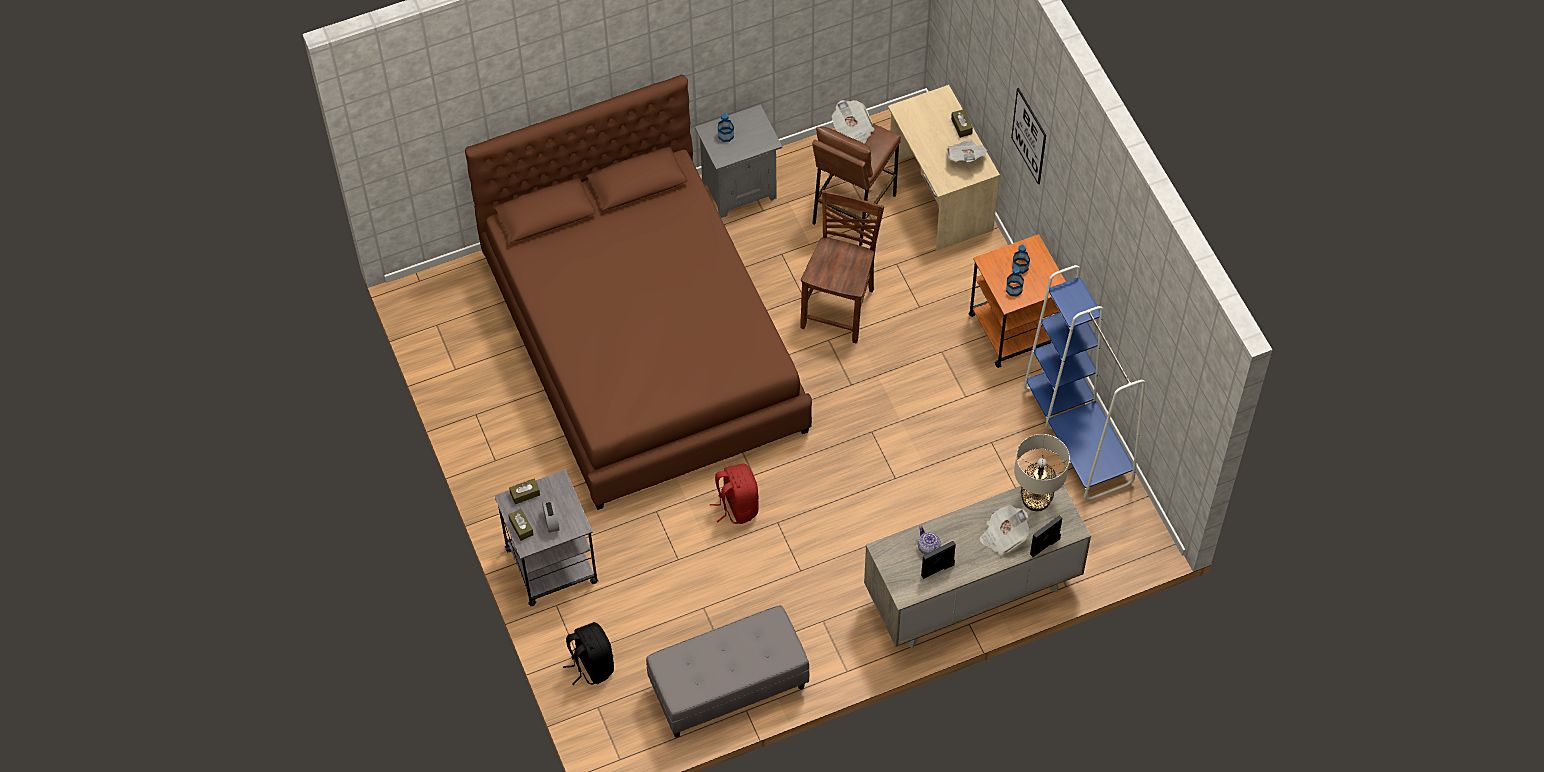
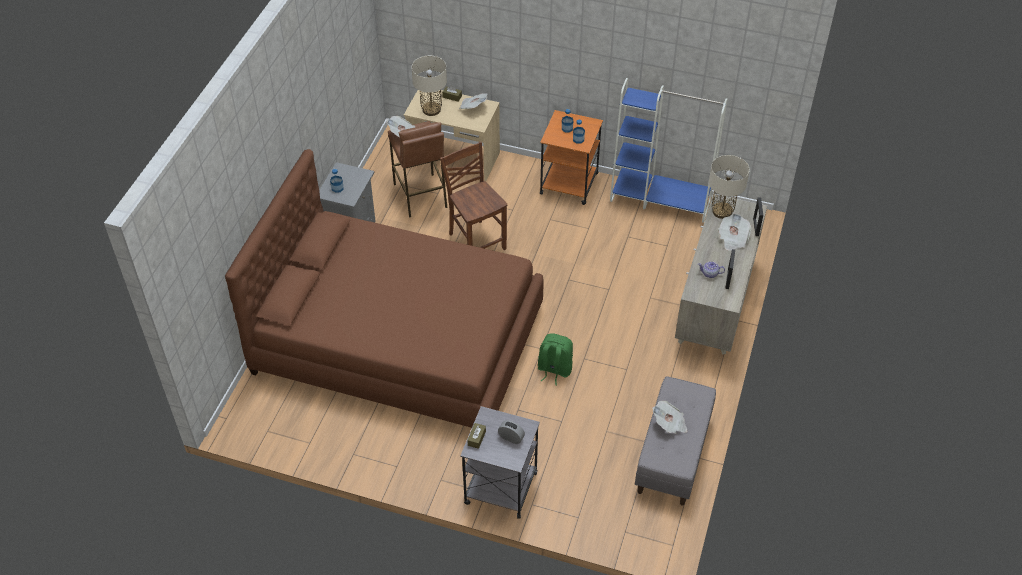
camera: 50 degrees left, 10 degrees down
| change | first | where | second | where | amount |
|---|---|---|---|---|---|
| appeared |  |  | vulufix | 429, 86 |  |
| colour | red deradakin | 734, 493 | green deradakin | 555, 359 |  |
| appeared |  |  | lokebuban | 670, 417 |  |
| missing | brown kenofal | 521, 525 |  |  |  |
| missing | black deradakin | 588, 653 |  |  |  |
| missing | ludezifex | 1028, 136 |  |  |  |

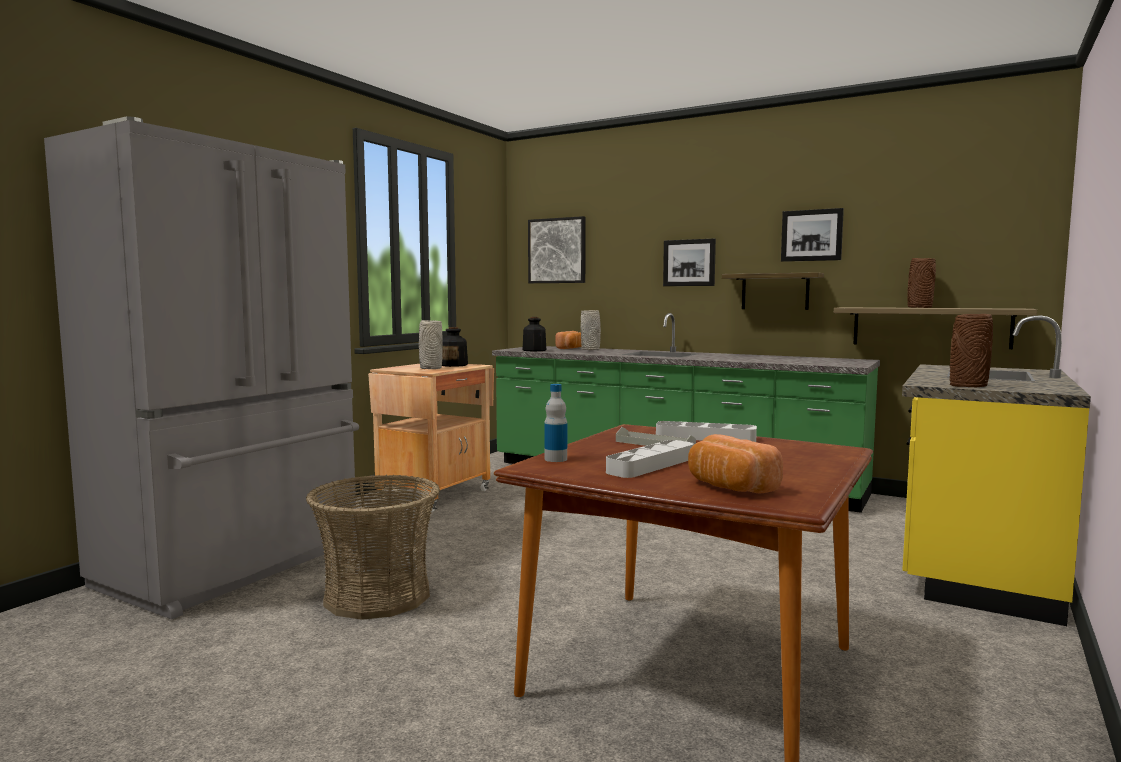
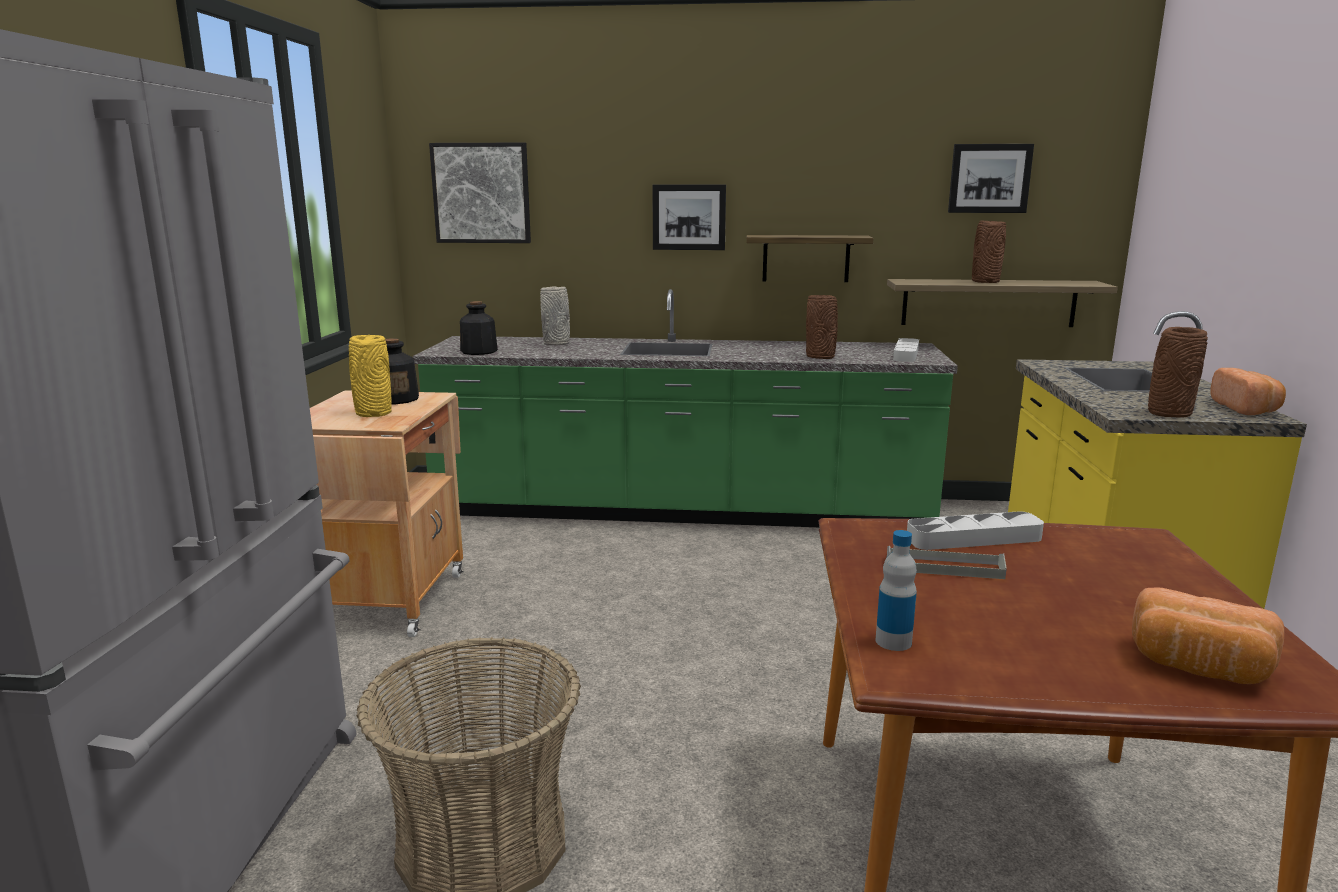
camera: 25 degrees left, 10 degrees up
| change | first | where | second | where | amount |
|---|---|---|---|---|---|
| colour | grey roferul | 431, 344 | yellow roferul | 370, 376 |  |
| appeared |  |  | brown roferul | 822, 327 |  |
| relocated | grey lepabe | 650, 459 |  | 906, 350 |  |
| relocated | ludezifex | 812, 235 |  | 991, 178 |  |
| relocated | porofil | 568, 340 |  | 1248, 391 |  |

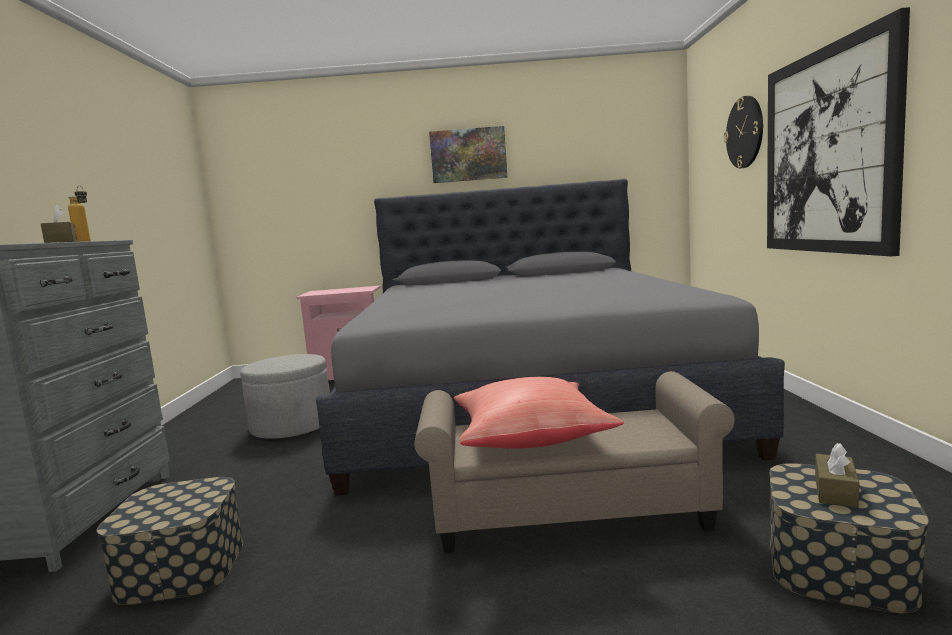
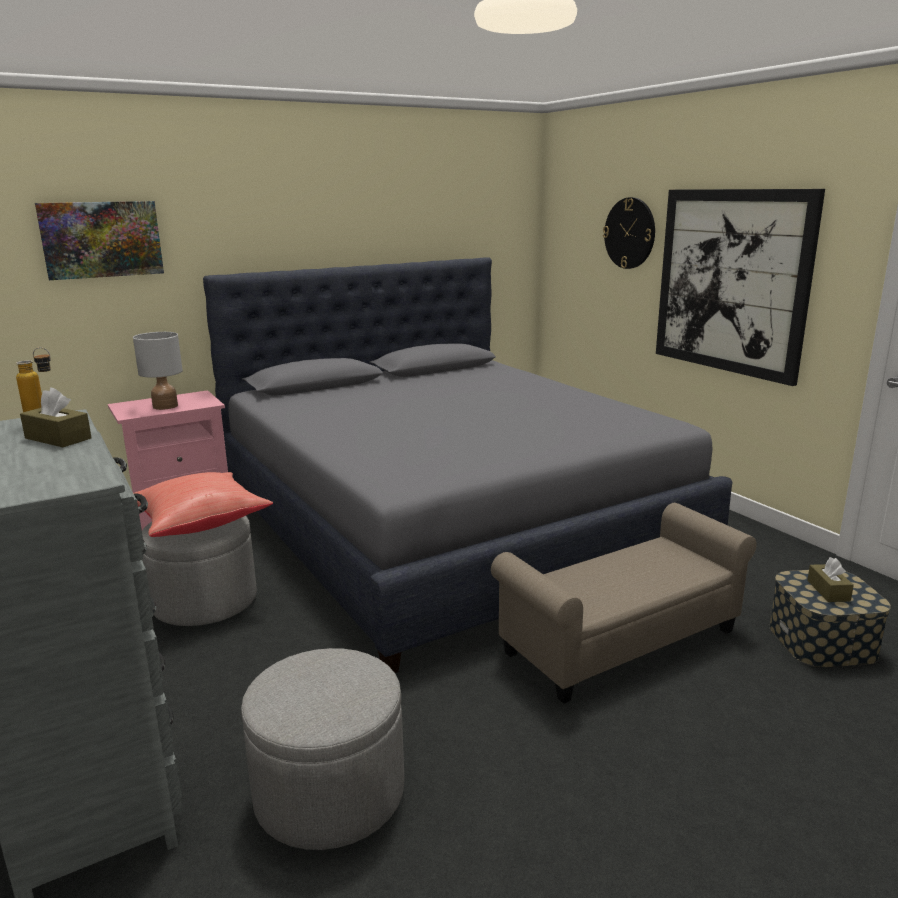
camera: 30 degrees left, 10 degrees up
| change | first | where | second | where | amount |
|---|---|---|---|---|---|
| relocated | ludezifex | 468, 154 |  | 99, 240 |  |
| appeared |  |  | grey vulufix | 158, 371 |  |
| relocated | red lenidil | 539, 413 |  | 204, 504 |  |
| exchanged | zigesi | 170, 541 | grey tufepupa | 322, 749 |  |

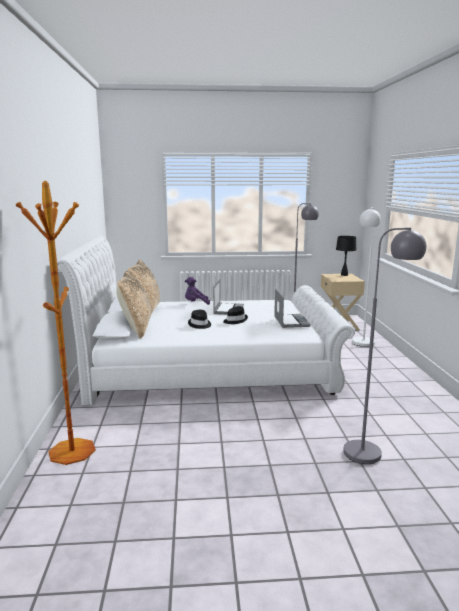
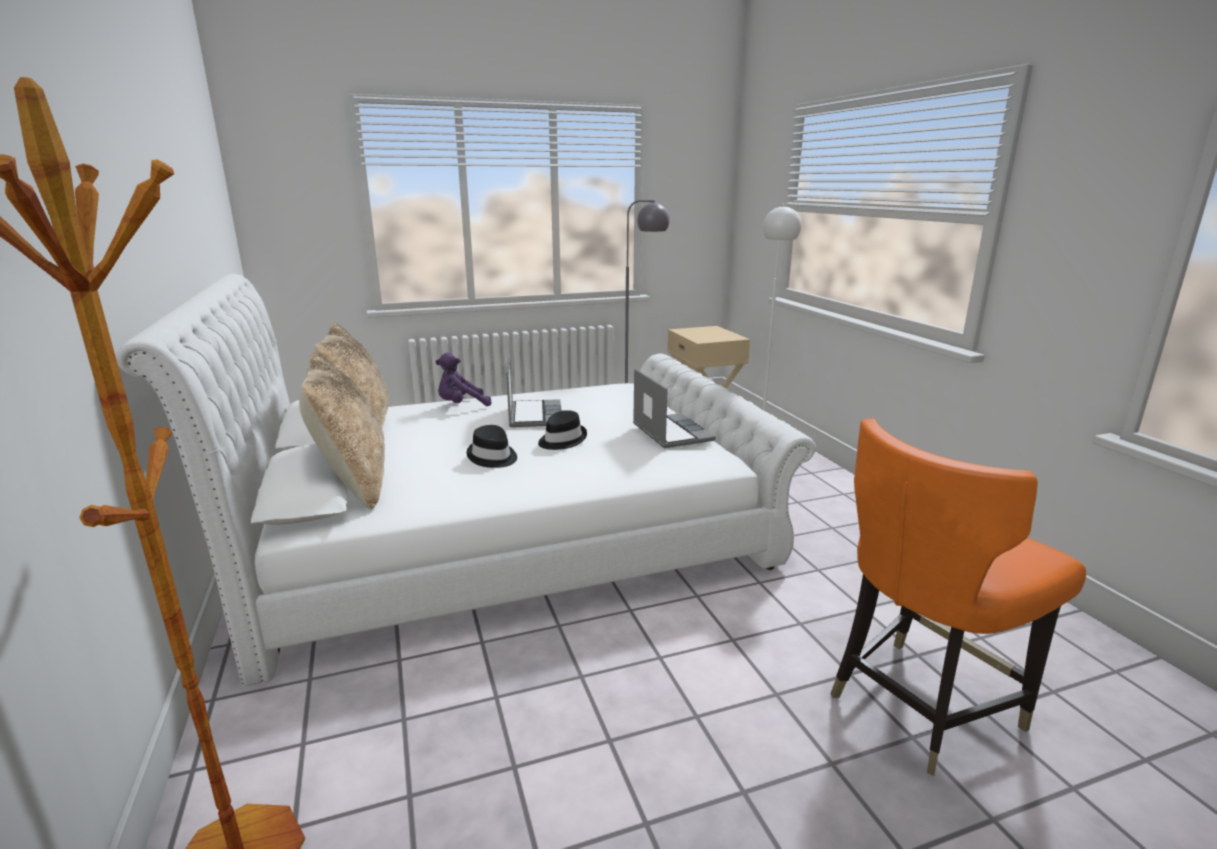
camera: 15 degrees left, 5 degrees up
| change | first | where | second | where | amount |
|---|---|---|---|---|---|
| exchanged | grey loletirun | 384, 345 | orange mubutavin | 958, 597 |  |
| missing | black vulufix | 346, 256 |  |  |  |

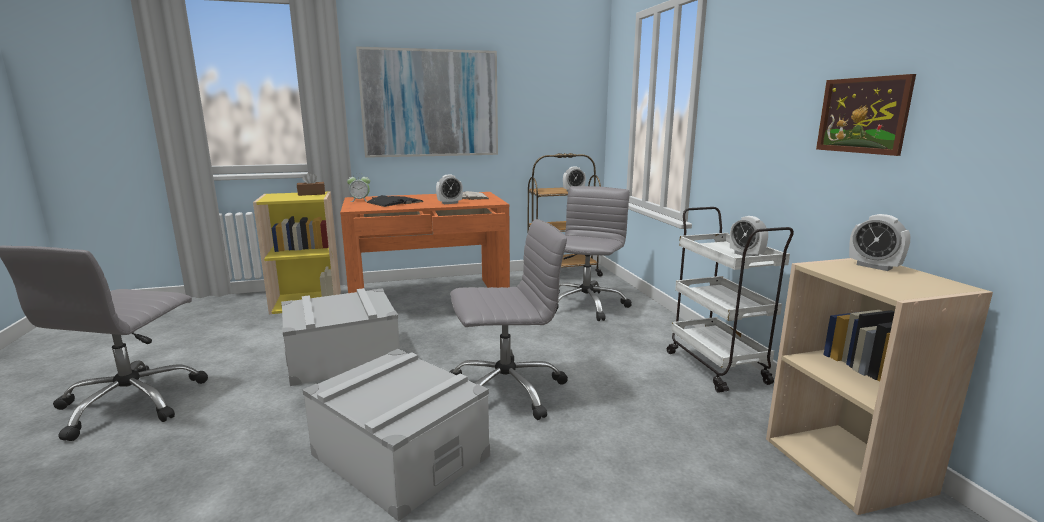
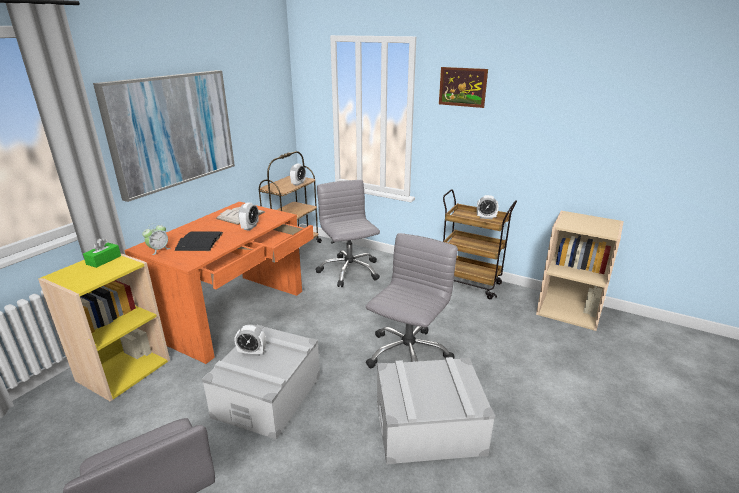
camera: 45 degrees left, 10 degrees up
| change | first | where | second | where | amount |
|---|---|---|---|---|---|
| colour | brown kenofal | 311, 184 | green kenofal | 102, 253 |  |
| relocated | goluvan | 879, 242 |  | 250, 340 |  |
| relocated | ludezifex | 866, 115 |  | 463, 87 |  |
| colour | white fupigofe | 730, 300 | brown fupigofe | 480, 244 |  |

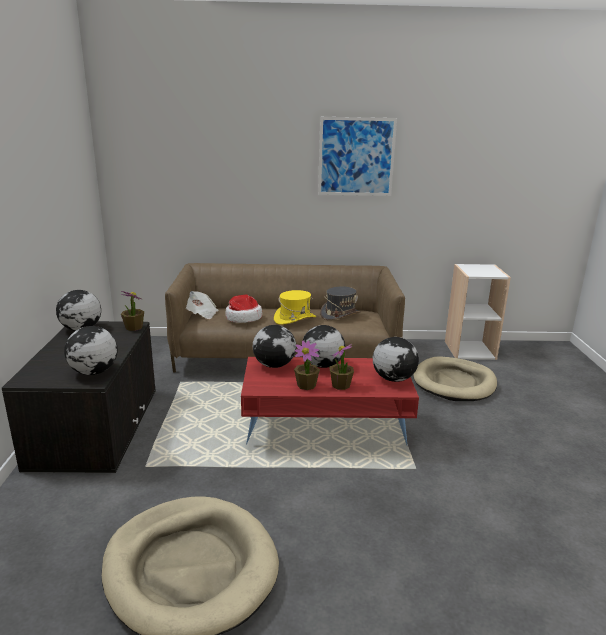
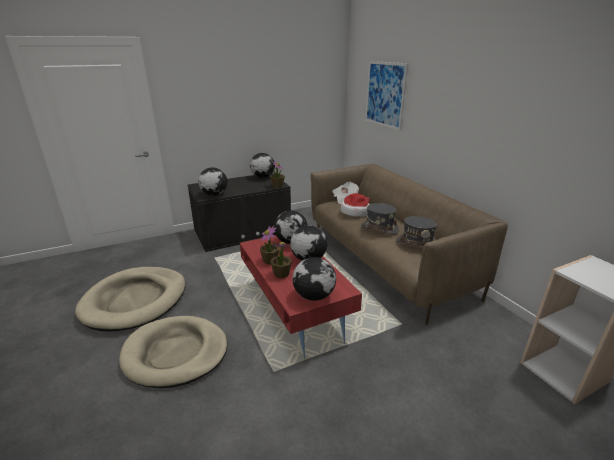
camera: 65 degrees right, 5 degrees up
| change | first | where | second | where | amount |
|---|---|---|---|---|---|
| relocated | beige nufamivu | 455, 379 |  | 173, 352 |  |
| colour | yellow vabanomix | 295, 307 | grey vabanomix | 379, 219 |  |
| relocated | ludezifex | 357, 156 |  | 386, 95 |  |

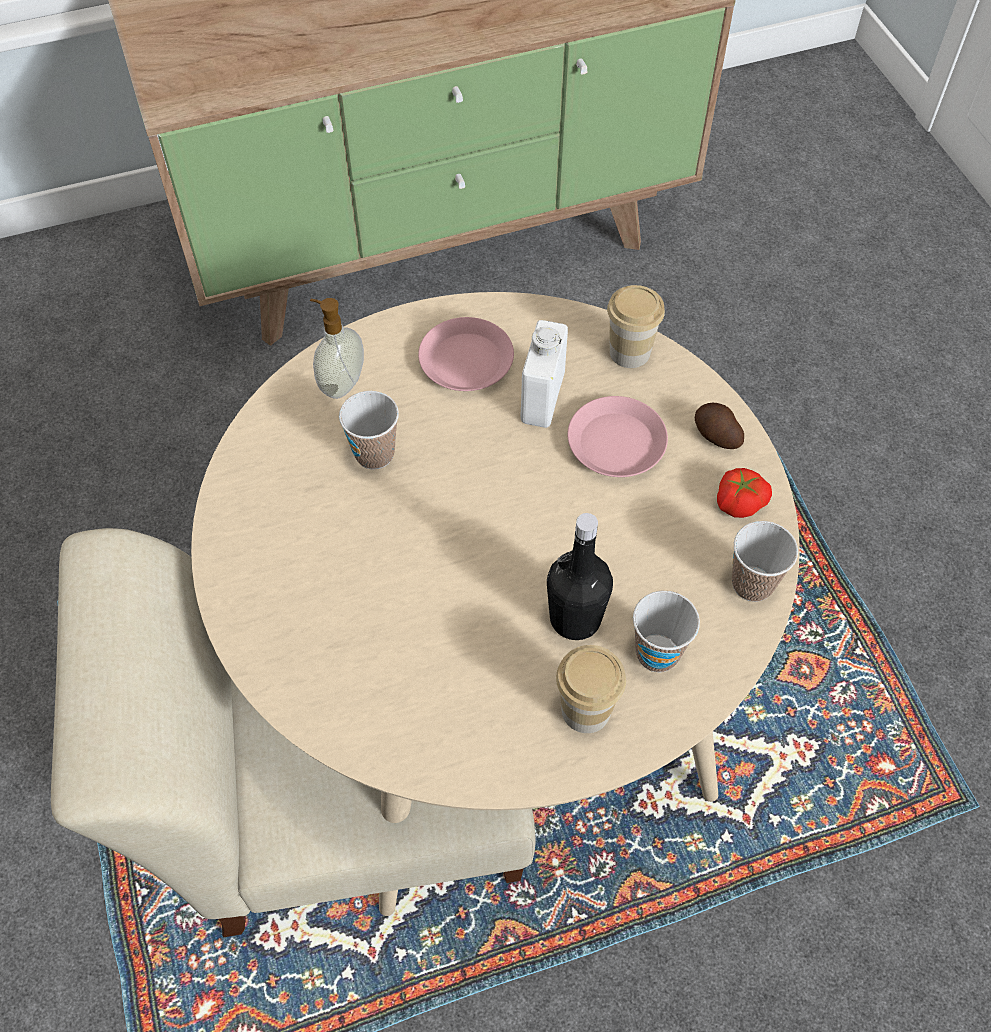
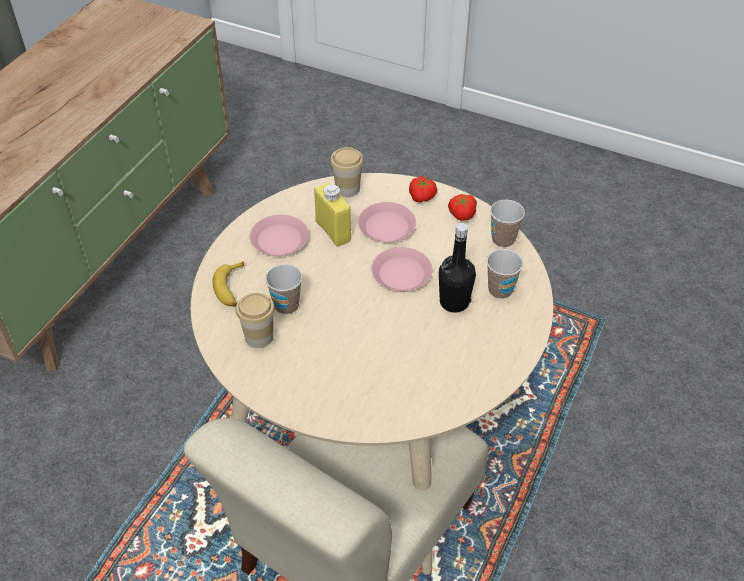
camera: 45 degrees left, 10 degrees down
| change | first | where | second | where | amount |
|---|---|---|---|---|---|
| exchanged | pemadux | 337, 348 | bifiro | 228, 284 |  |
| relocated | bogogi | 591, 689 |  | 255, 320 |  |
| colour | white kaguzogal | 544, 374 | yellow kaguzogal | 332, 215 |  |
| appeared |  |  | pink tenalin | 402, 269 |  |
| exchanged | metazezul | 719, 426 | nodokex | 423, 189 |  |

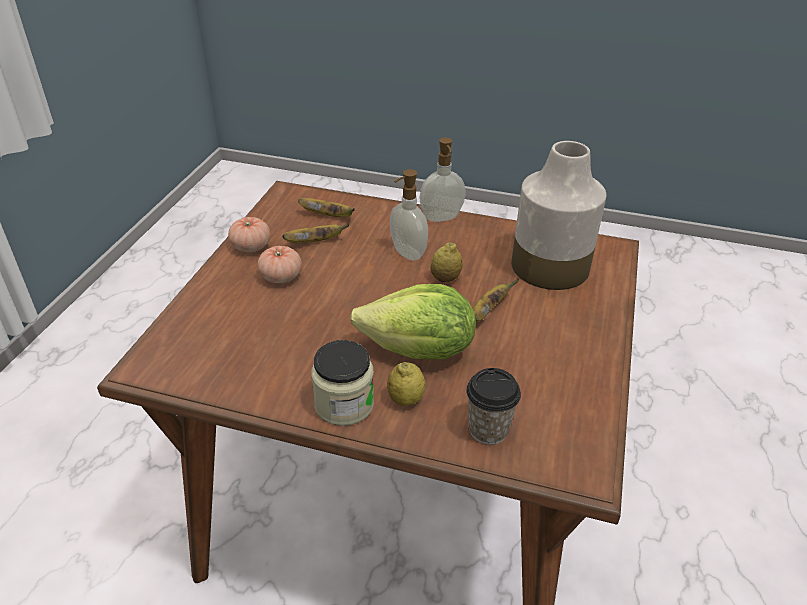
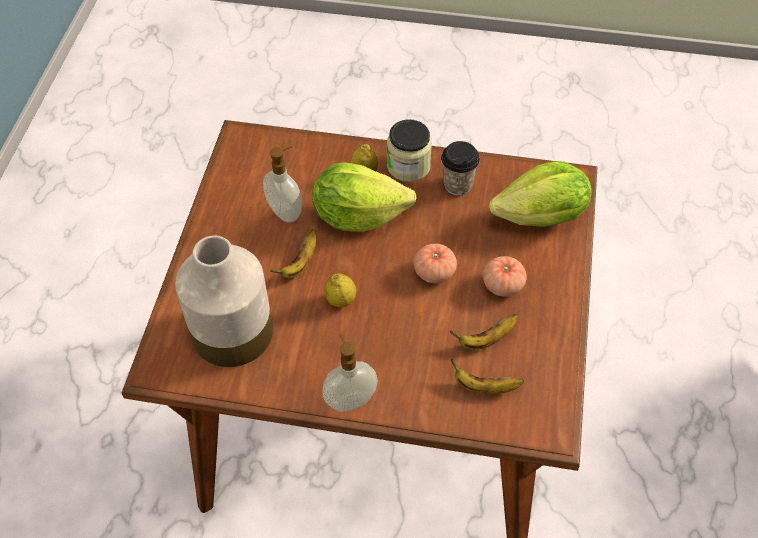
camera: 175 degrees right, 15 degrees up
| change | first | where | second | where | amount |
|---|---|---|---|---|---|
| relocated | pemadux | 409, 214 |  | 282, 184 |  |
| relocated | nodokex | 249, 234 |  | 435, 263 |  |
| relocated | bogogi | 493, 406 |  | 460, 168 |  |
| appeared |  |  | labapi | 540, 194 |  |

